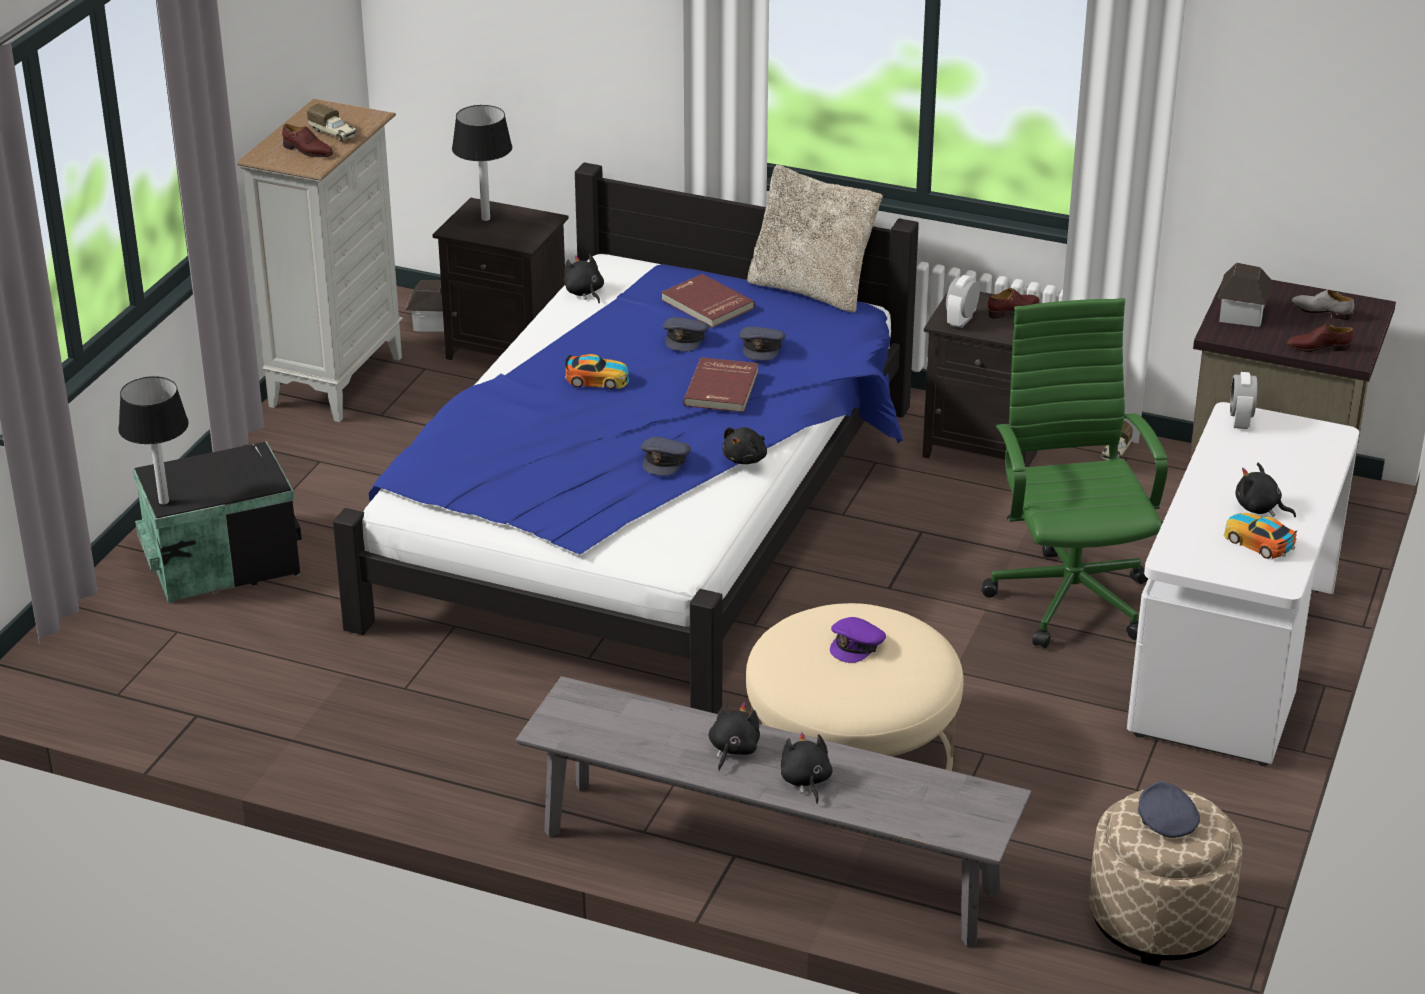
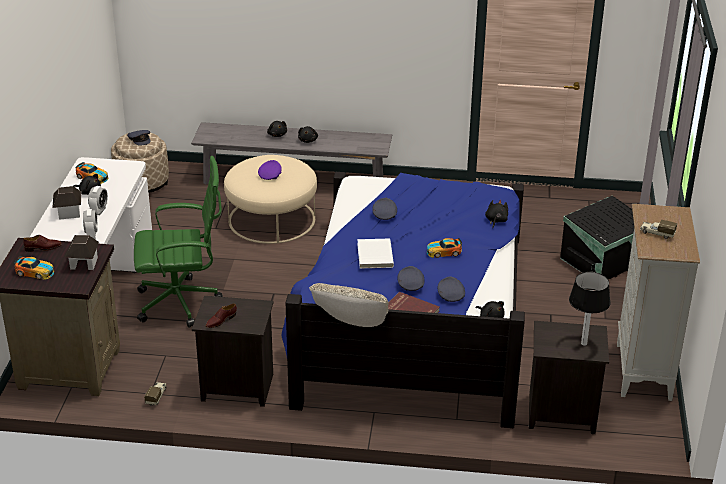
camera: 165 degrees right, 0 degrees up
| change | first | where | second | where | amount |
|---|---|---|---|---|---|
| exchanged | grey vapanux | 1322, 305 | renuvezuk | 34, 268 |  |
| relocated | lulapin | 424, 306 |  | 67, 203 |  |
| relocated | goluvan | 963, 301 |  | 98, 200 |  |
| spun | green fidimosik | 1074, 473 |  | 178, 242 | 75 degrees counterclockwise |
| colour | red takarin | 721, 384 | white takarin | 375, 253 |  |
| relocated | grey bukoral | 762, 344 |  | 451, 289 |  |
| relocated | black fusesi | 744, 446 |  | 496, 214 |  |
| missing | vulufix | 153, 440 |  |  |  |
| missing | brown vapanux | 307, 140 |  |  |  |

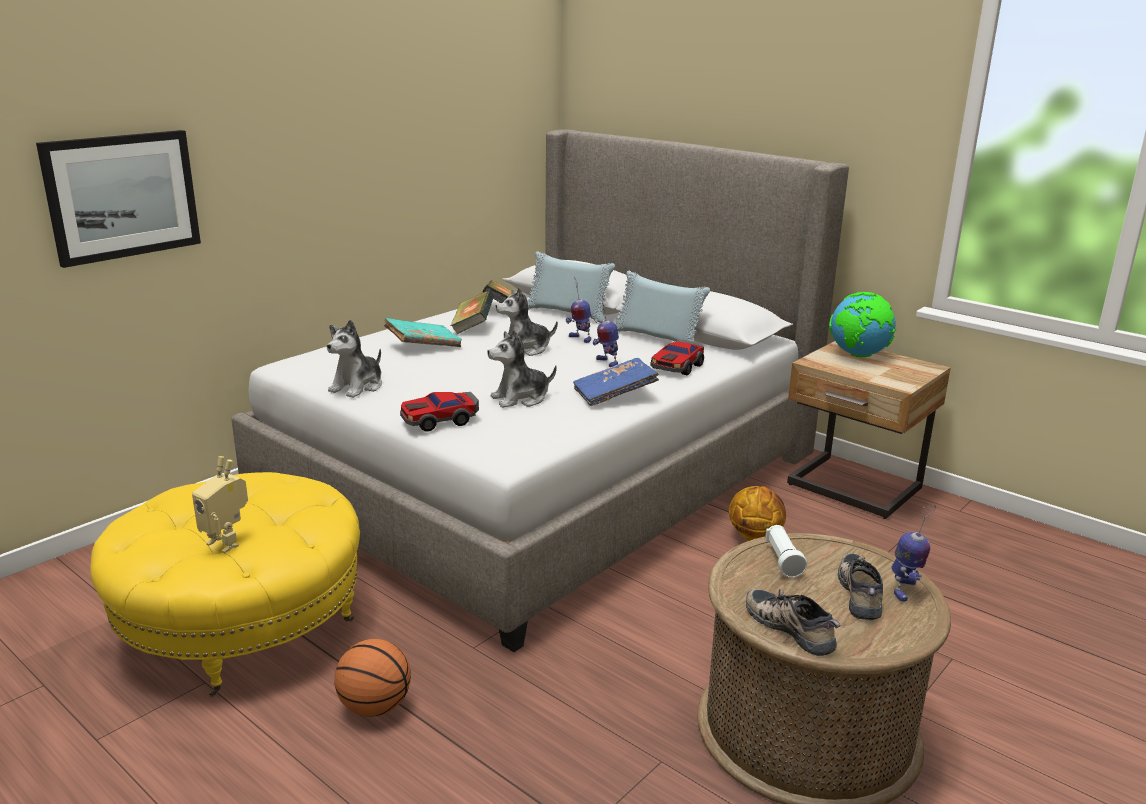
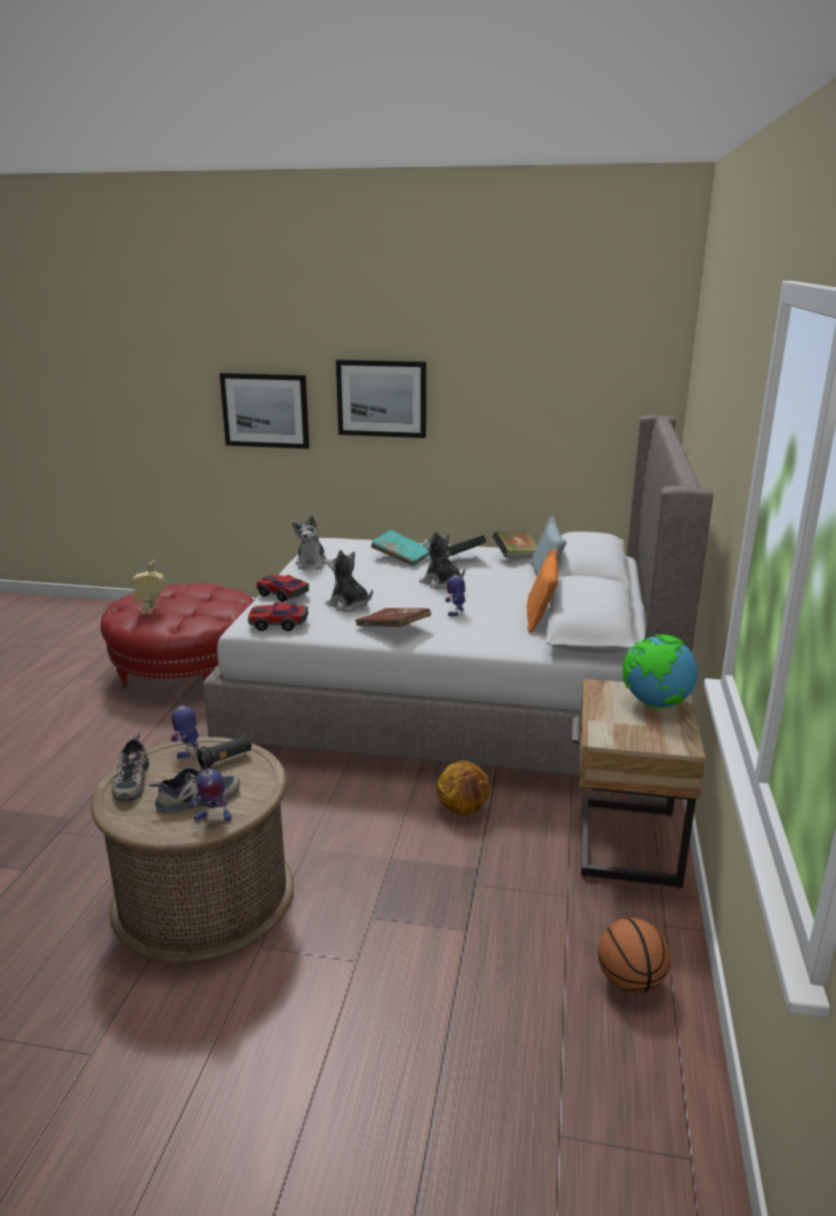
camera: 60 degrees right, 0 degrees up
| change | first | where | second | where | amount |
|---|---|---|---|---|---|
| colour | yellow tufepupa | 225, 584 | red tufepupa | 177, 636 |  |
| spun | vapanux | 793, 622 |  | 130, 768 | 150 degrees clockwise |
| relocated | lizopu | 578, 310 |  | 184, 719 |  |
| colour | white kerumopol | 786, 551 | black kerumopol | 224, 752 |  |
| relocated | renuvezuk | 677, 357 |  | 278, 616 |  |
| spun | fusesi | 354, 358 |  | 310, 542 | 90 degrees counterclockwise |
| appeared |  |  | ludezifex | 381, 399 |  |
| colour | blue takarin | 616, 382 | brown takarin | 393, 617 |  |
| colour | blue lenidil | 663, 306 | orange lenidil | 542, 591 |  |
| relocated | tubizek | 372, 678 |  | 634, 956 |  |

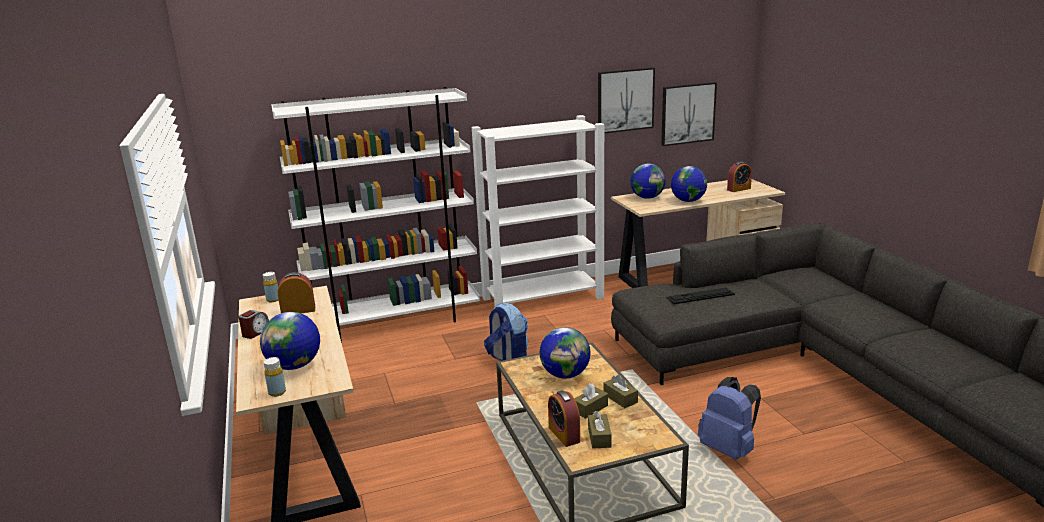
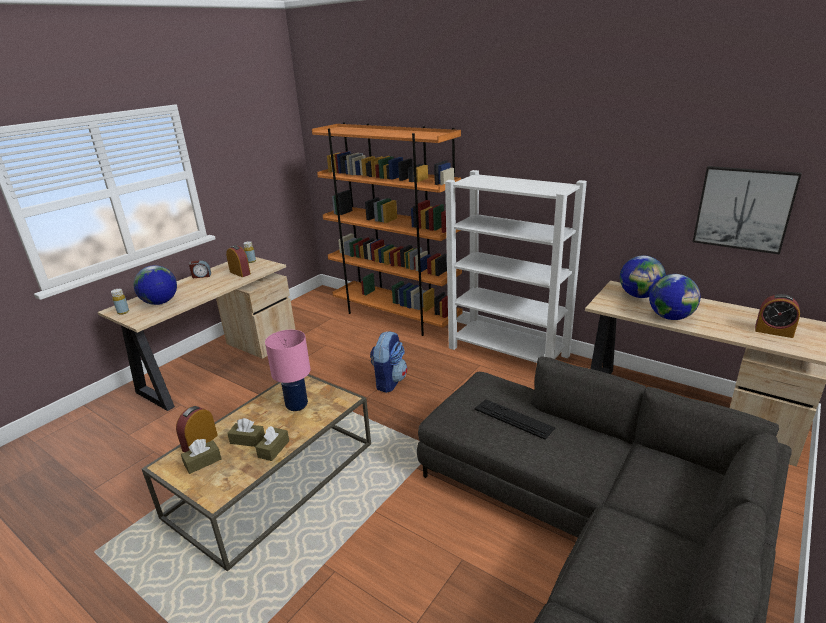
camera: 55 degrees right, 5 degrees up
| change | first | where | second | where | amount |
|---|---|---|---|---|---|
| exchanged | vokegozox | 564, 352 | pink vulufix | 288, 370 |  |
| colour | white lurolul | 375, 215 | orange lurolul | 387, 229 |  |
| missing | ludezifex | 626, 100 |  |  |  |
| missing | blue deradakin | 729, 418 |  |  |  |

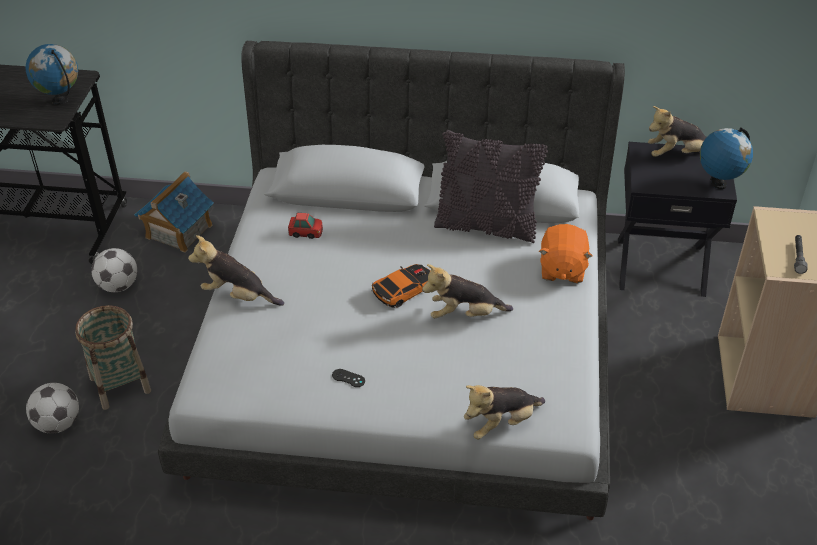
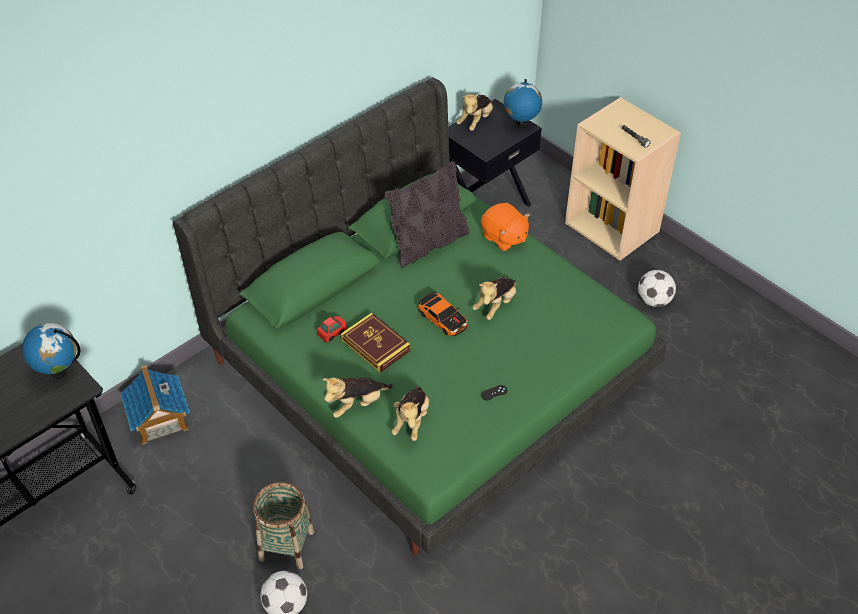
camera: 50 degrees left, 5 degrees up
| change | first | where | second | where | amount |
|---|---|---|---|---|---|
| colour | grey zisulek | 391, 280 | green zisulek | 419, 316 |  |
| appeared |  |  | takarin | 376, 343 |  |
| relocated | fusesi | 504, 412 |  | 410, 413 |  |
| spun | renuvezuk | 400, 286 |  | 443, 314 | 135 degrees clockwise |
| relocated | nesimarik | 114, 270 |  | 657, 288 |  |

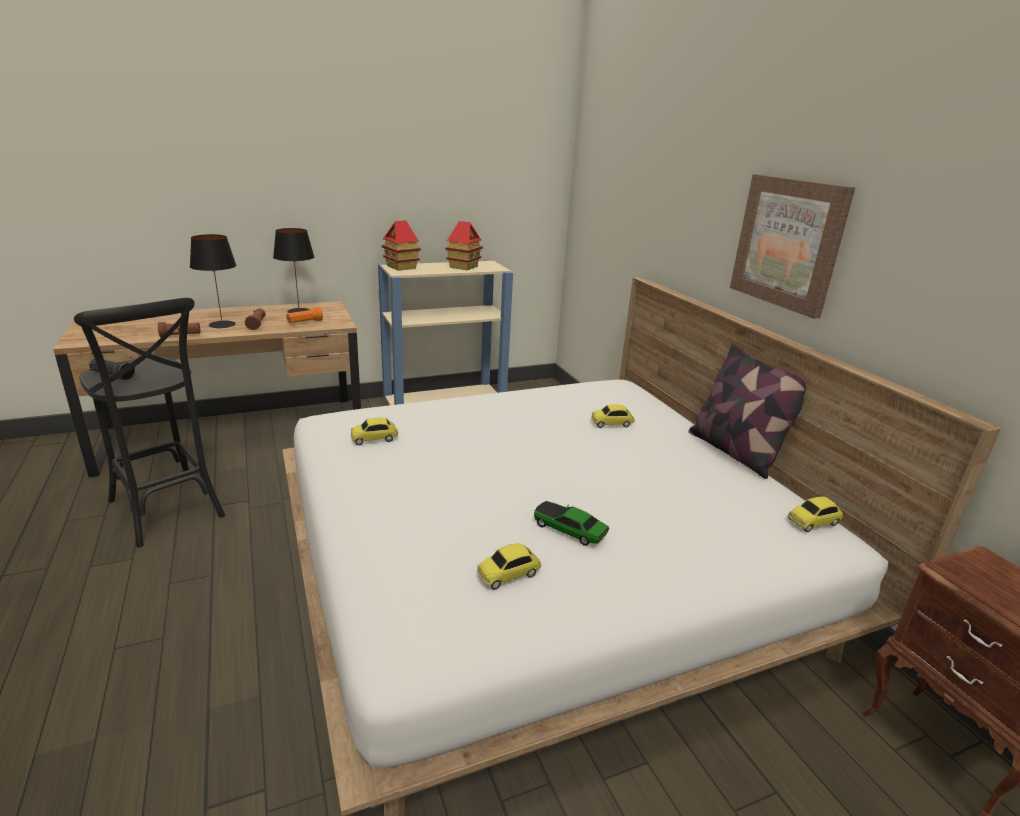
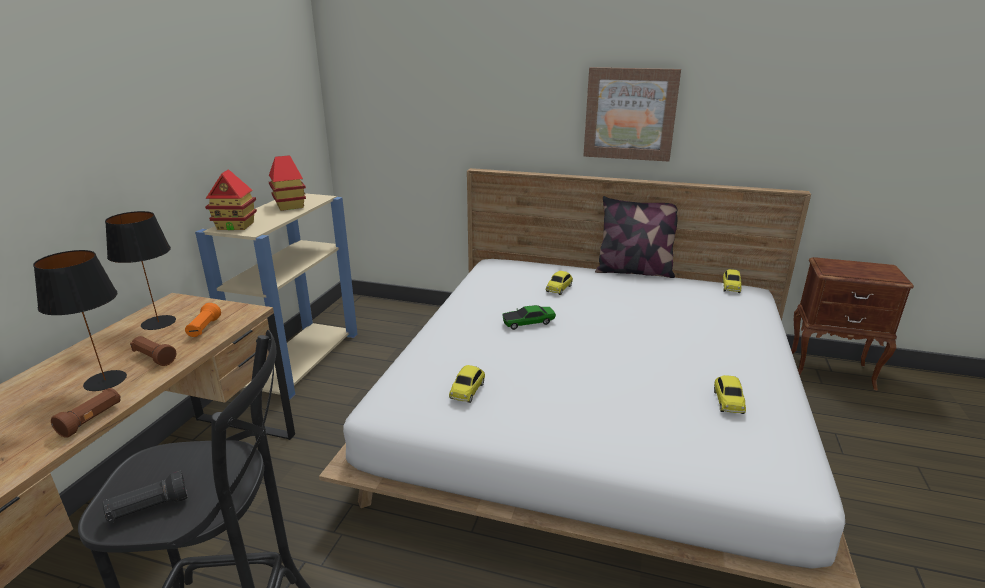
camera: 50 degrees left, 0 degrees up
| change | first | where | second | where | amount |
|---|---|---|---|---|---|
| relocated | renuvezuk | 571, 523 |  | 529, 317 |  |

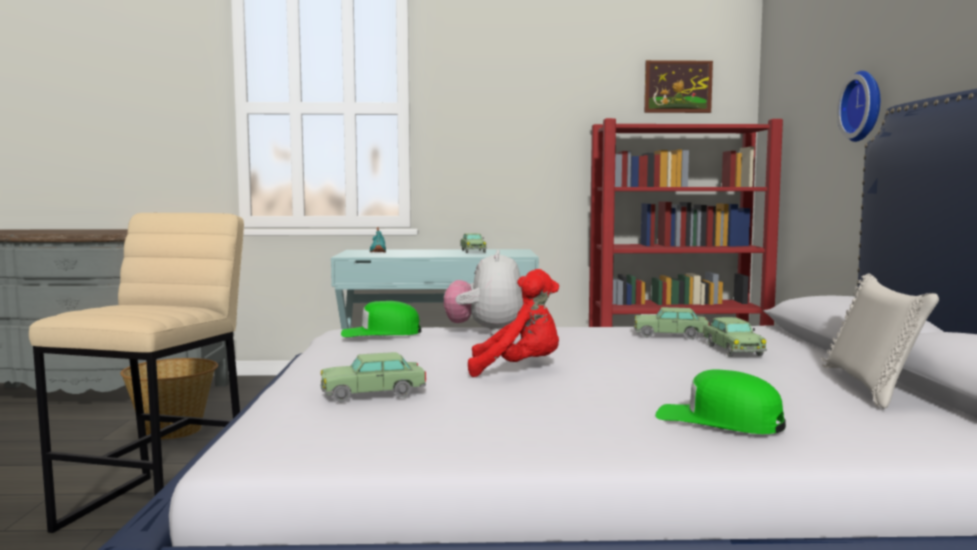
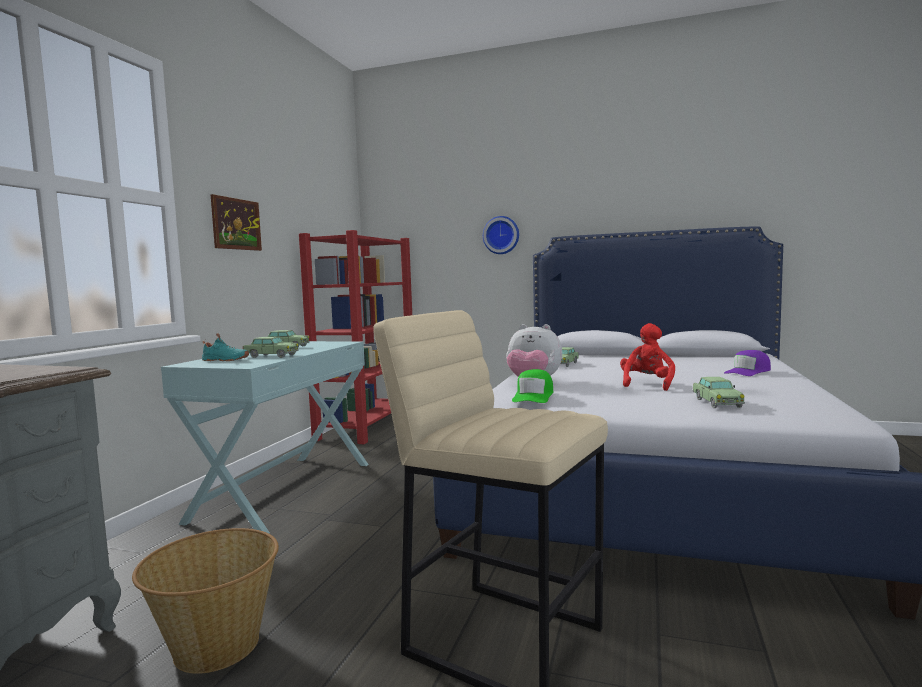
camera: 70 degrees left, 0 degrees up
| change | first | where | second | where | amount |
|---|---|---|---|---|---|
| relocated | ludezifex | 678, 86 |  | 236, 222 |  |
| relocated | renuvezuk | 735, 337 |  | 271, 347 |  |
| colour | green bukoral | 720, 401 | purple bukoral | 747, 363 |  |
| missing | white lenidil | 880, 341 |  |  |  |

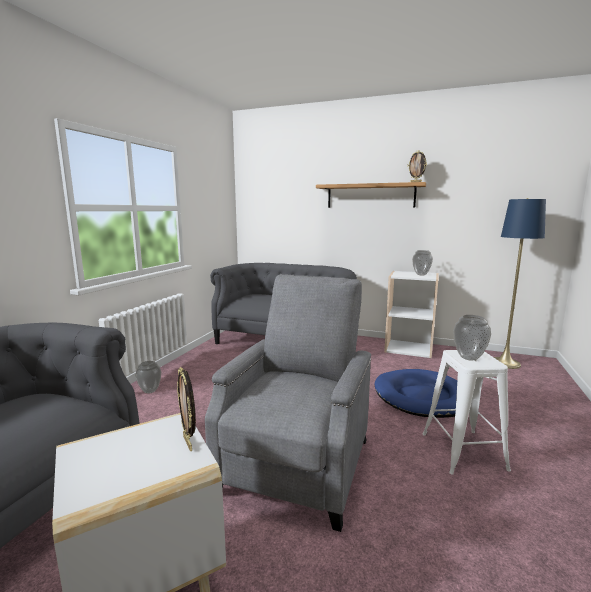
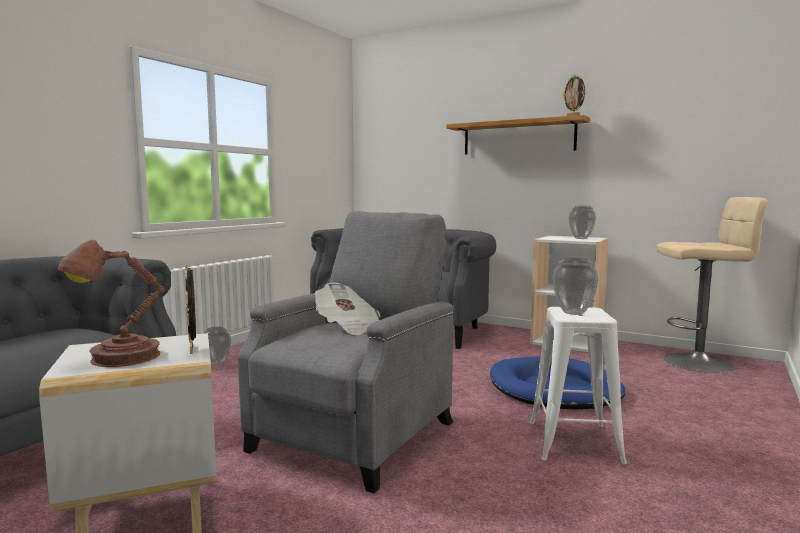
camera: 10 degrees right, 5 degrees down
| change | first | where | second | where | amount |
|---|---|---|---|---|---|
| appeared |  |  | brown vulufix | 111, 303 |  |
| appeared |  |  | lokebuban | 348, 308 |  |
| exchanged | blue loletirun | 520, 283 | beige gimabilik | 712, 285 |  |

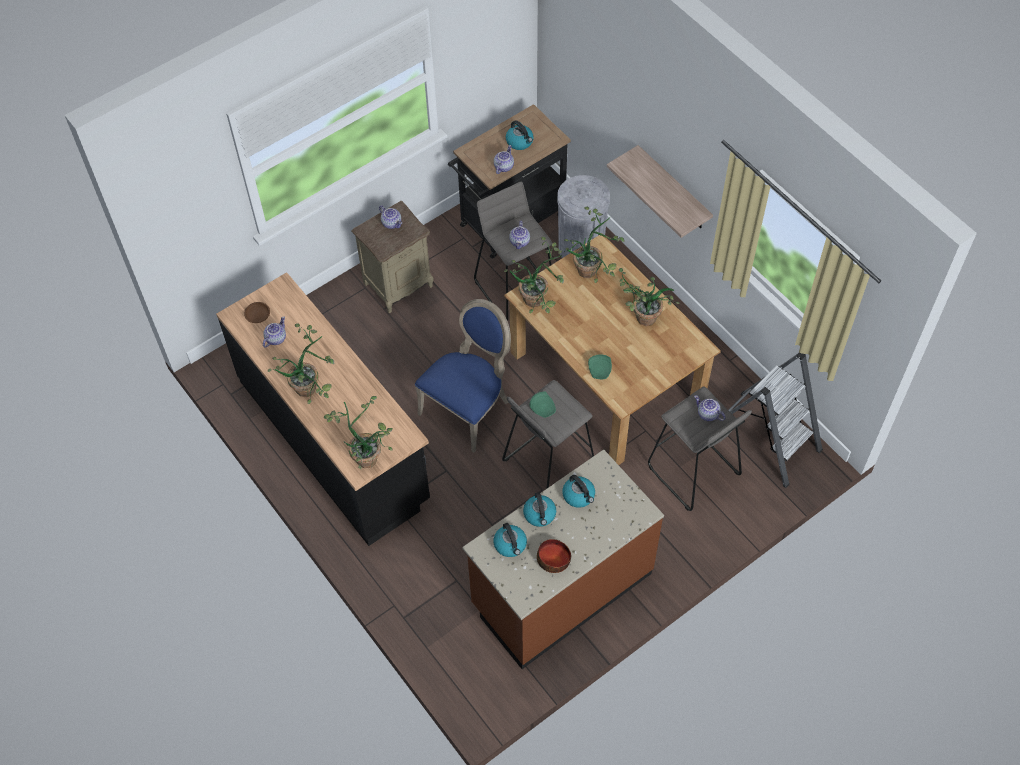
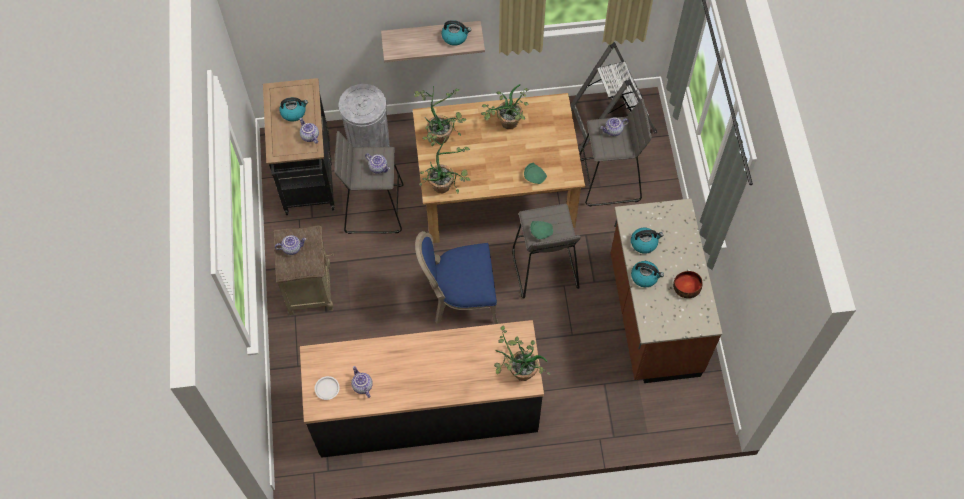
camera: 60 degrees left, 5 degrees up
| change | first | where | second | where | amount |
|---|---|---|---|---|---|
| colour | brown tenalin | 257, 312 | white tenalin | 327, 388 |  |
| spun | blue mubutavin | 463, 376 |  | 456, 277 | 75 degrees counterclockwise |
| relocated | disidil | 510, 540 |  | 456, 33 |  |
| missing | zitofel | 301, 363 |  |  |  |

